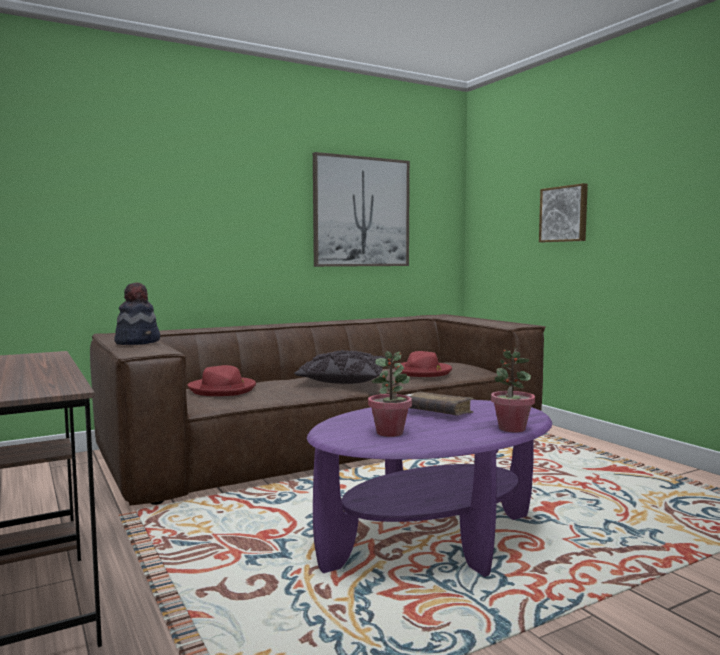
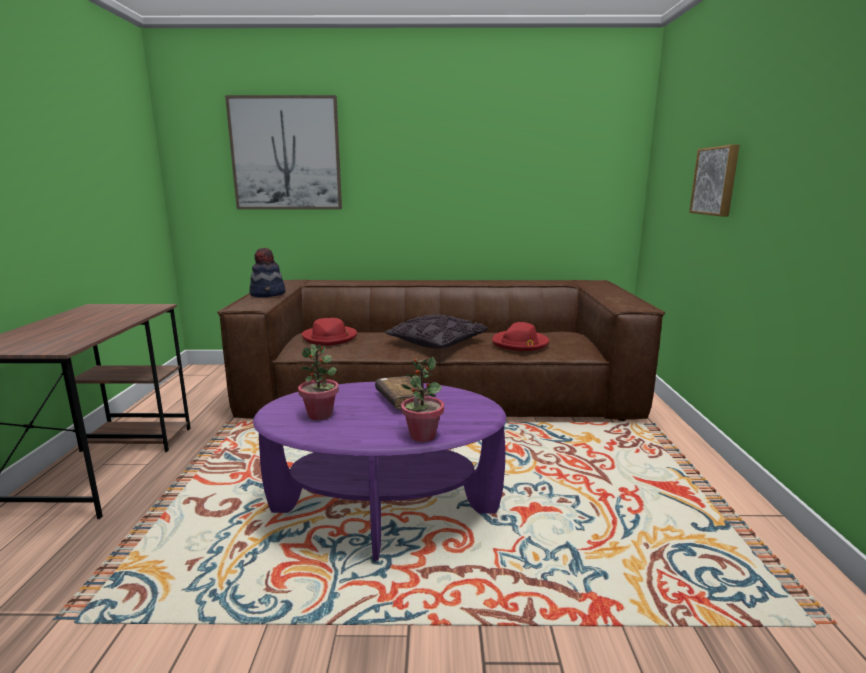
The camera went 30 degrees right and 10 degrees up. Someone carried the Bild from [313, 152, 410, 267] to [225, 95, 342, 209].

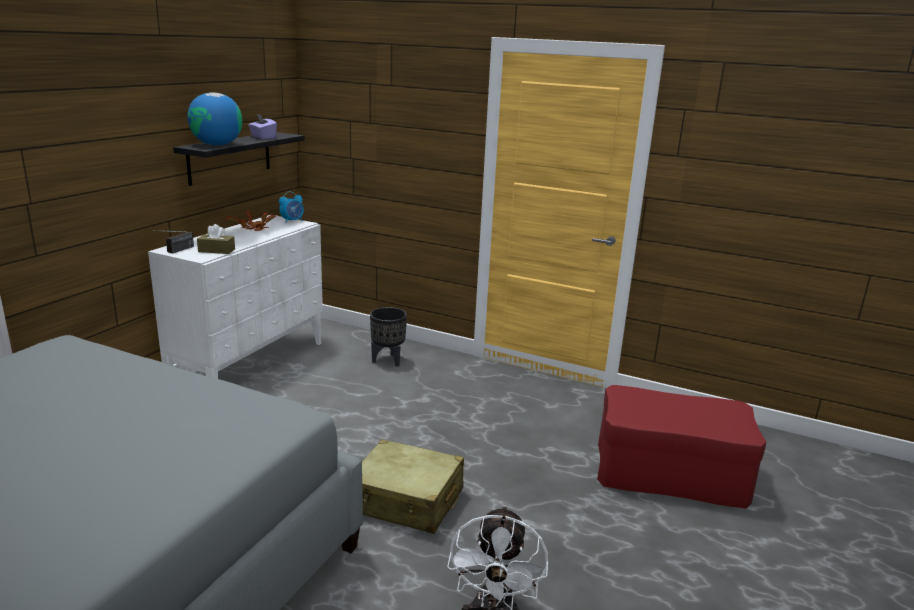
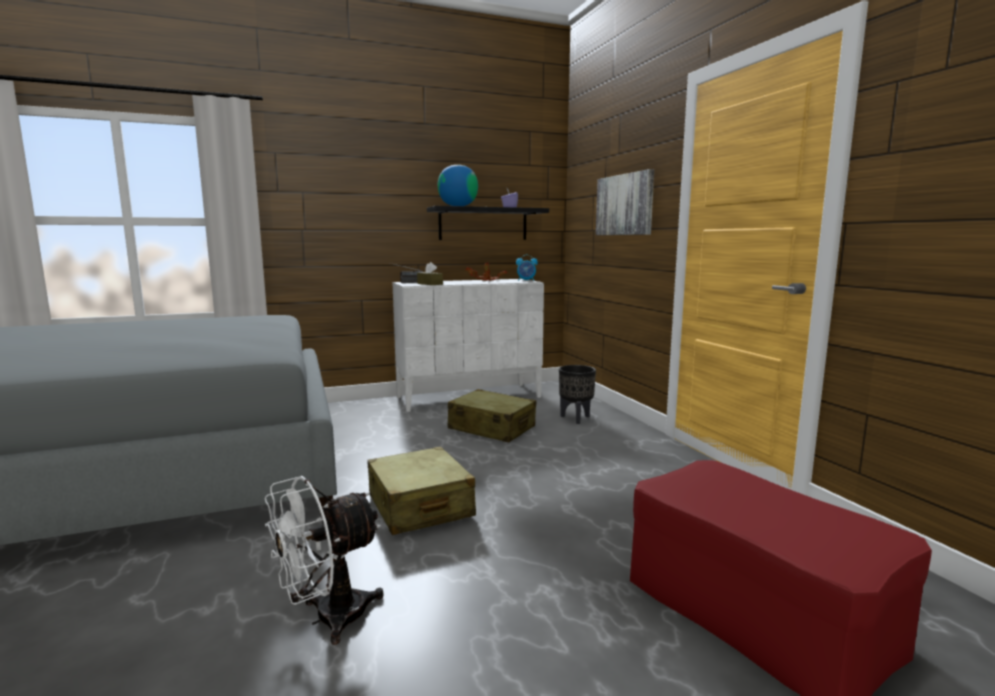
The camera went 45 degrees right and 10 degrees down. Someone put up the Bild at [596, 169, 654, 235]. Someone put down the Koffer (beige) at [448, 389, 536, 442].

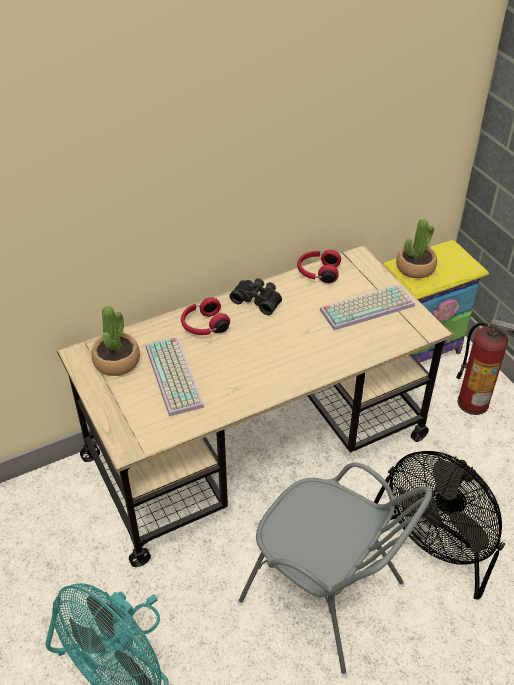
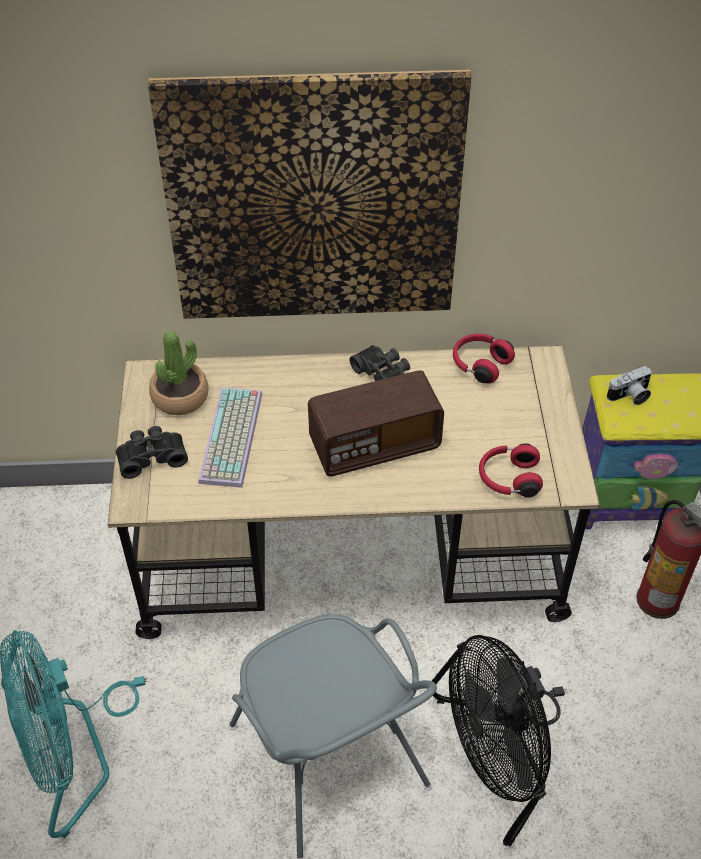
The camera went 25 degrees right and 5 degrees up. Someone swapped the Topfpflanze at [396, 219, 437, 278] for the Kamera at [607, 366, 652, 405]. Someone took away the Tastatur at [320, 284, 415, 330]. Someone carried the Kopfhörer (rot) from [181, 298, 230, 335] to [479, 443, 543, 498]. Someone put up the Bild at [148, 70, 471, 319]. Someone put down the Radio at [308, 370, 444, 477]. Someone put down the Fernglas (schwarz) at [116, 426, 188, 479].

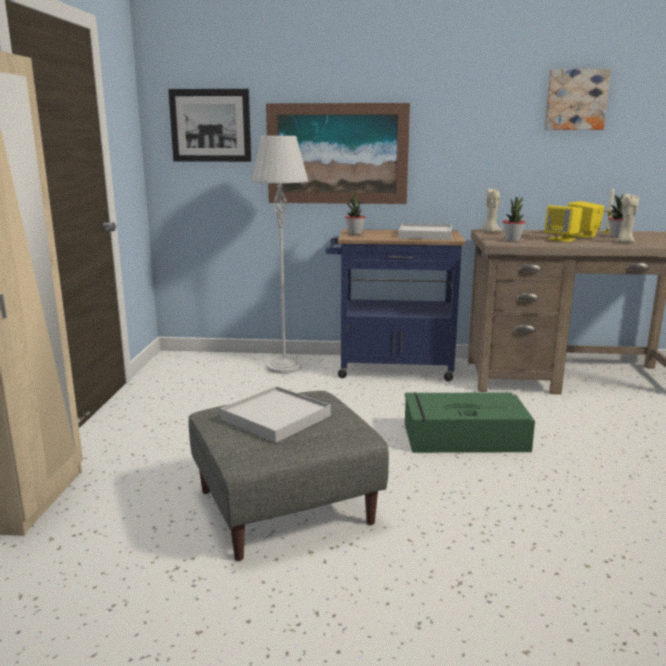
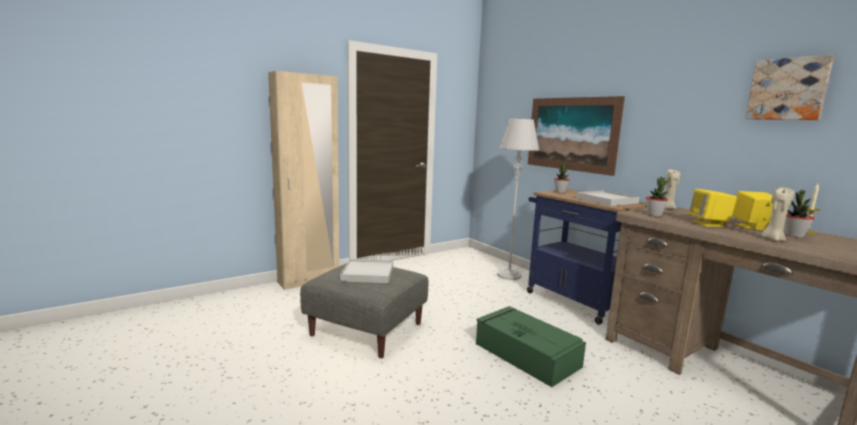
The camera went 50 degrees right and 5 degrees down. Someone took away the Bild at [168, 89, 251, 162].

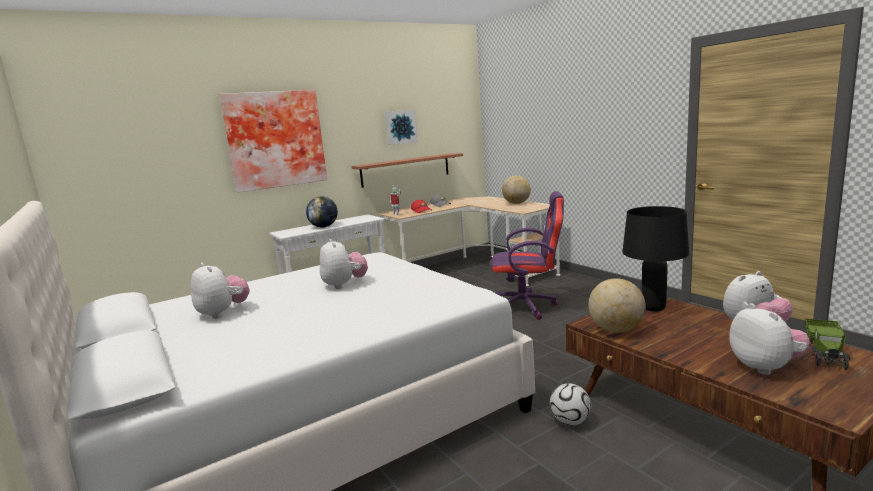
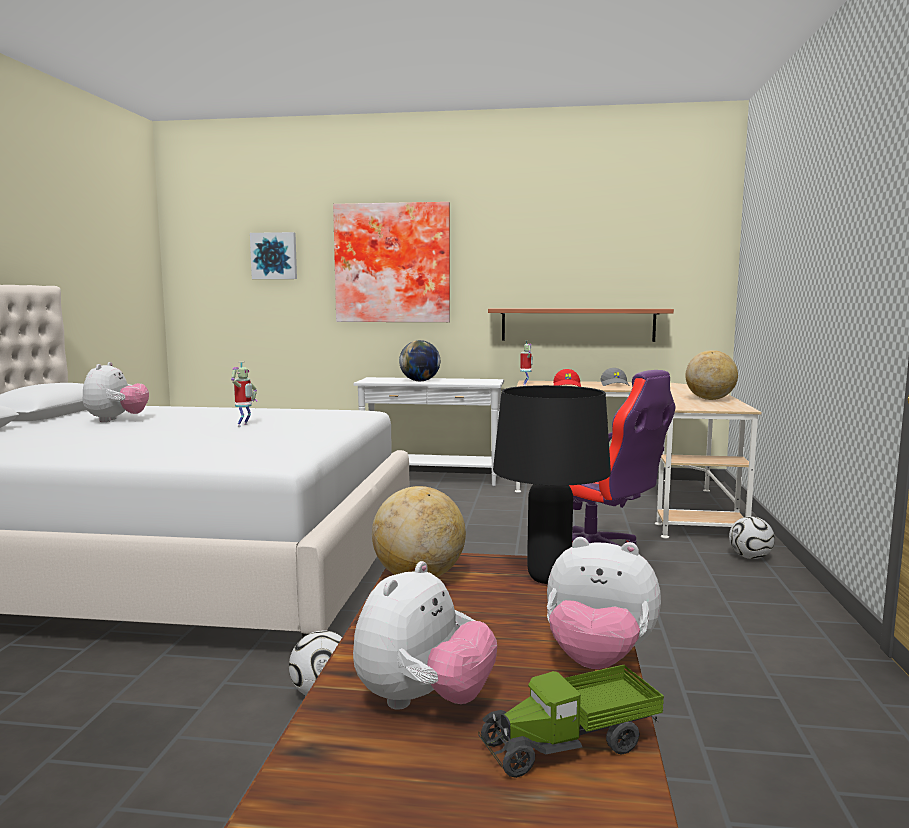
The camera went 40 degrees right and 5 degrees down. Someone carried the Bild from [385, 110, 418, 145] to [250, 232, 297, 279]. Someone swapped the Plüschtier at [320, 238, 368, 289] for the Spielzeugroboter at [231, 362, 257, 427]. Someone put down the Fußball at [729, 516, 775, 559].

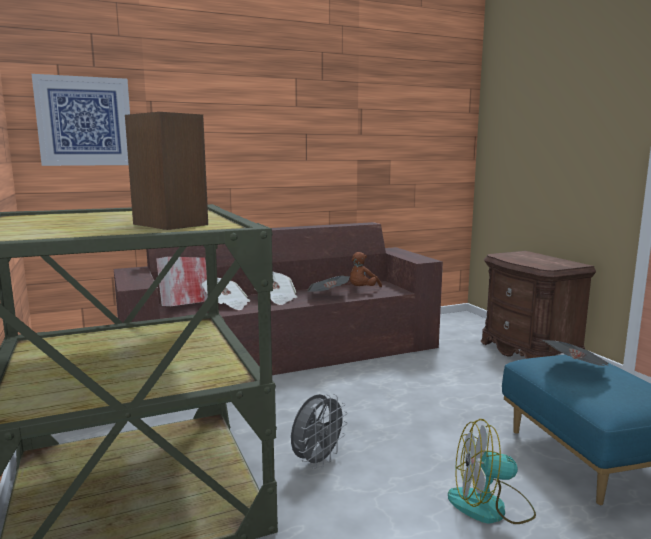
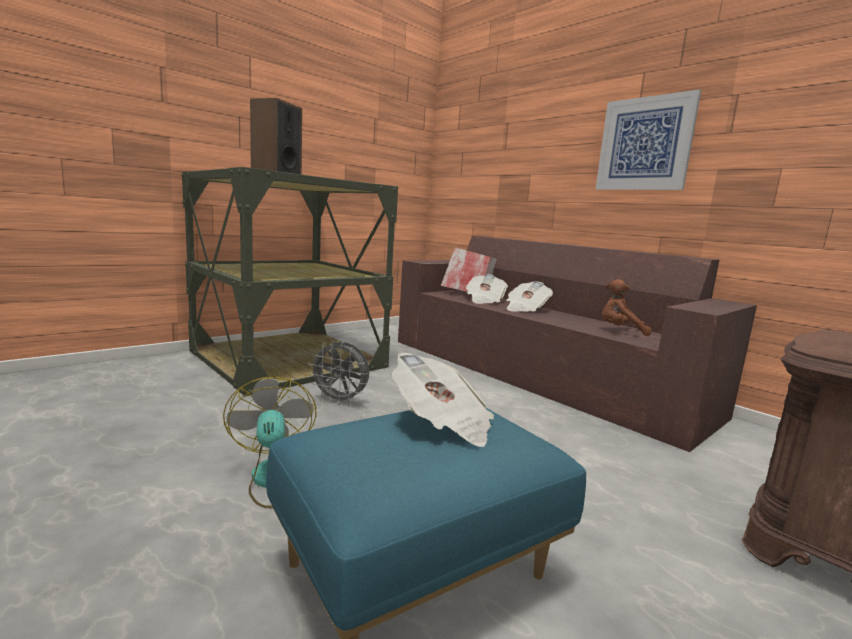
The camera went 70 degrees right and 0 degrees up. Someone carried the Bild from [32, 74, 130, 166] to [596, 89, 701, 190]. Someone took away the Zeitung at [307, 275, 350, 292].

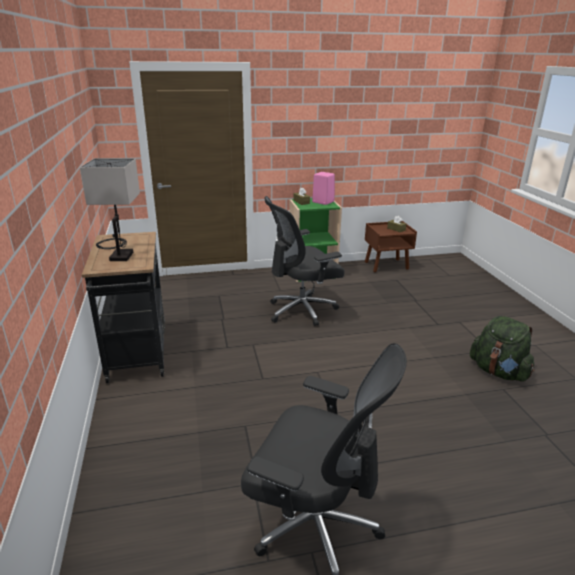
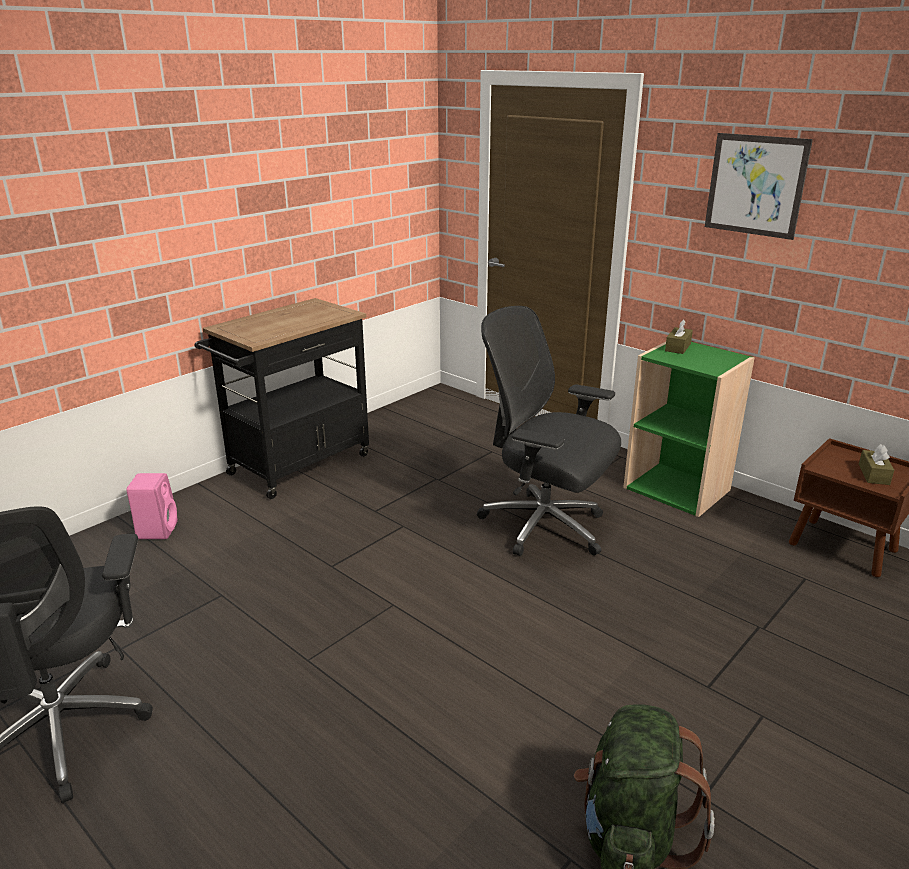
The camera went 55 degrees right and 0 degrees up. Someone took away the Tischlampe at [80, 158, 140, 261]. Someone carried the Lautsprecher (rosa) from [312, 172, 335, 205] to [126, 473, 178, 539]. Someone put up the Bild at [705, 133, 813, 240].

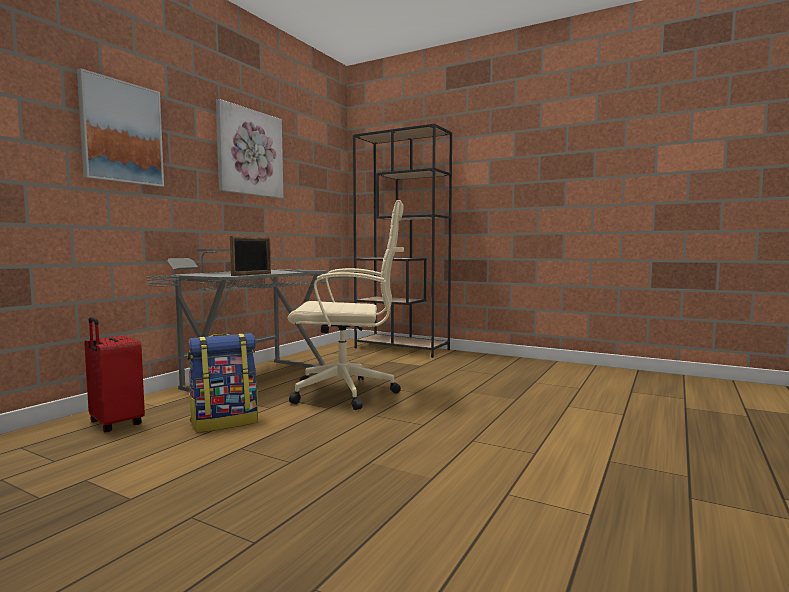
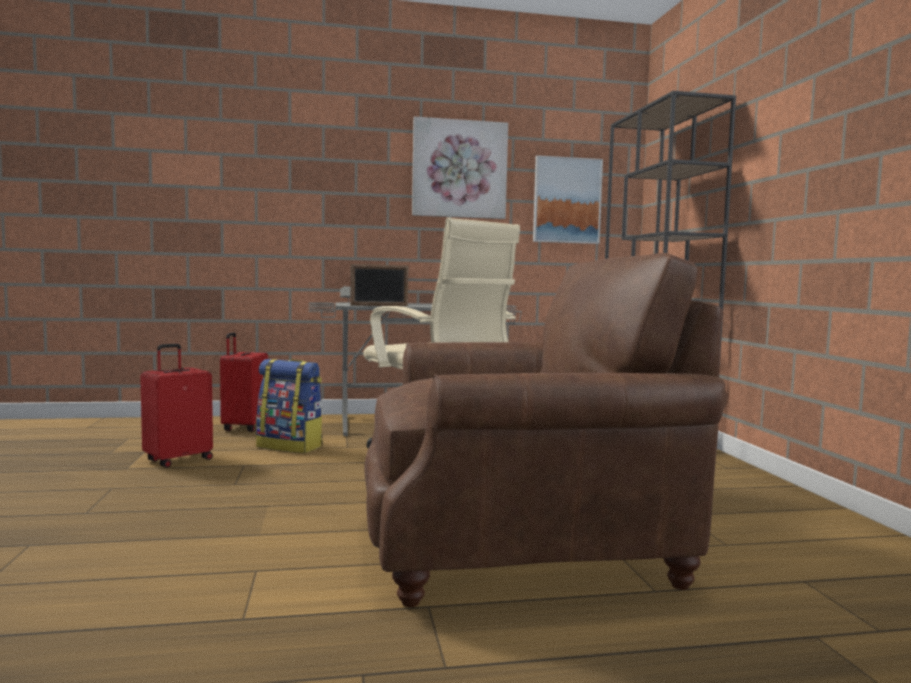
The camera went 50 degrees right and 0 degrees up. Someone carried the Bild from [77, 68, 164, 187] to [533, 155, 603, 244]. Someone put down the Sessel (braun) at [364, 253, 727, 607]. Someone put down the Koffer (rot) at [140, 344, 213, 468].

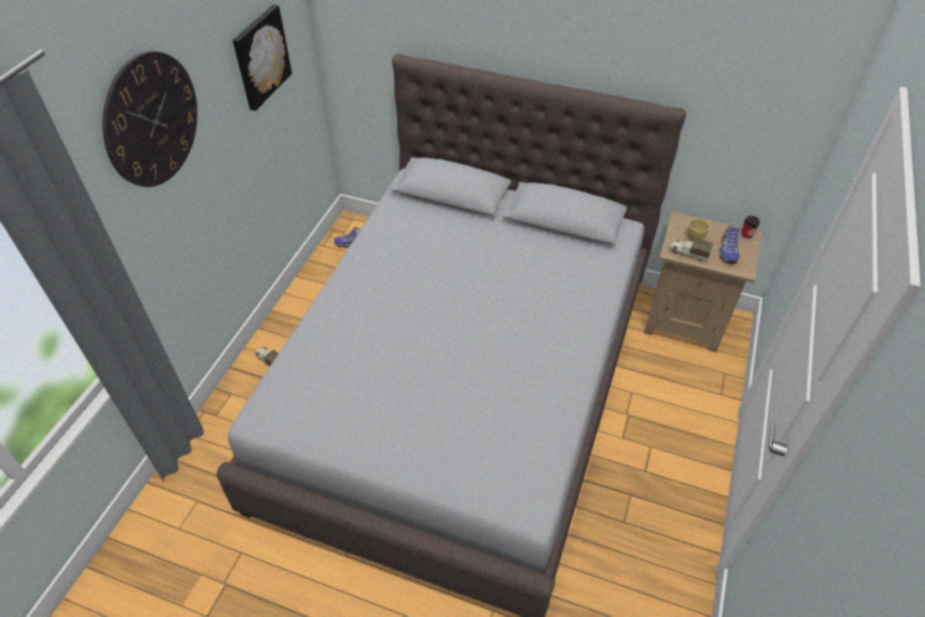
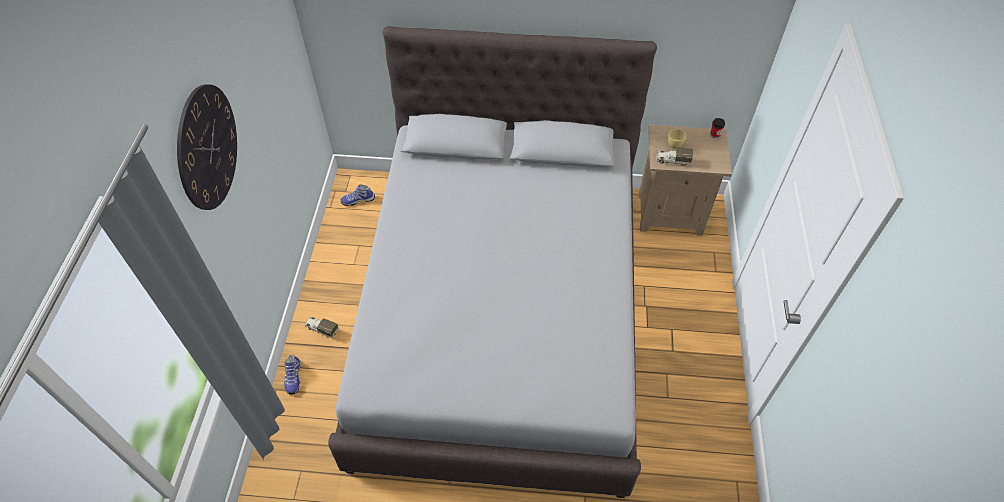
The camera went 15 degrees left and 5 degrees up. Someone took away the Bild at [233, 4, 292, 111]. Someone carried the Schuh from [719, 223, 741, 264] to [284, 354, 301, 395].

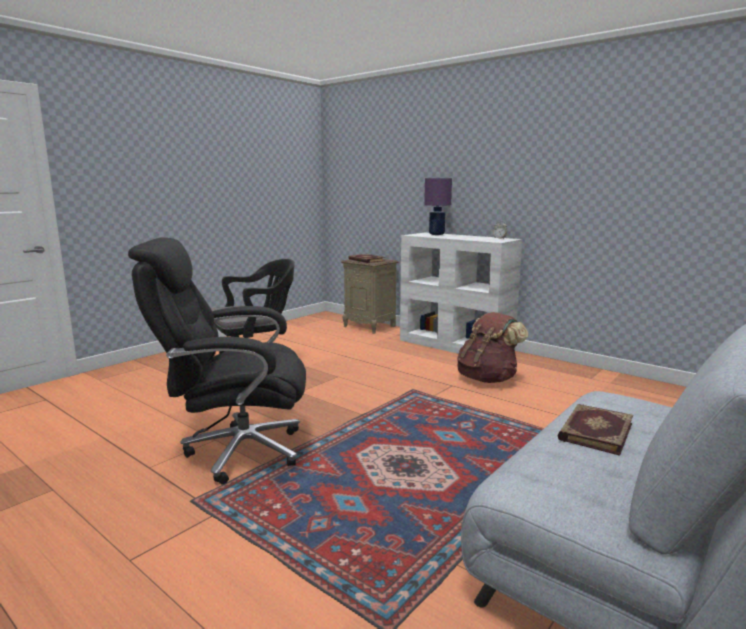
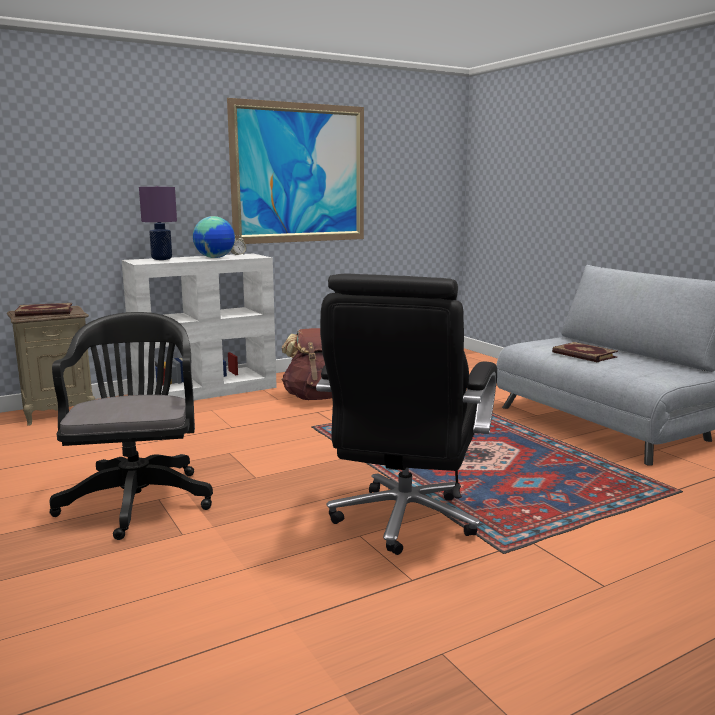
The camera went 70 degrees left and 0 degrees up. Someone put up the Bild at [227, 98, 364, 244]. Someone put down the Globus at [193, 216, 235, 258].

